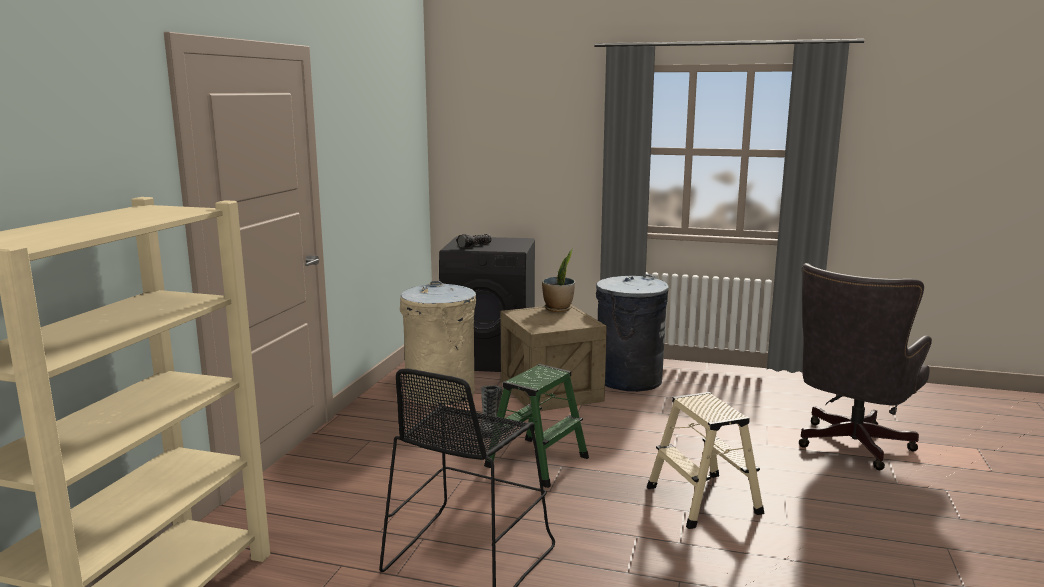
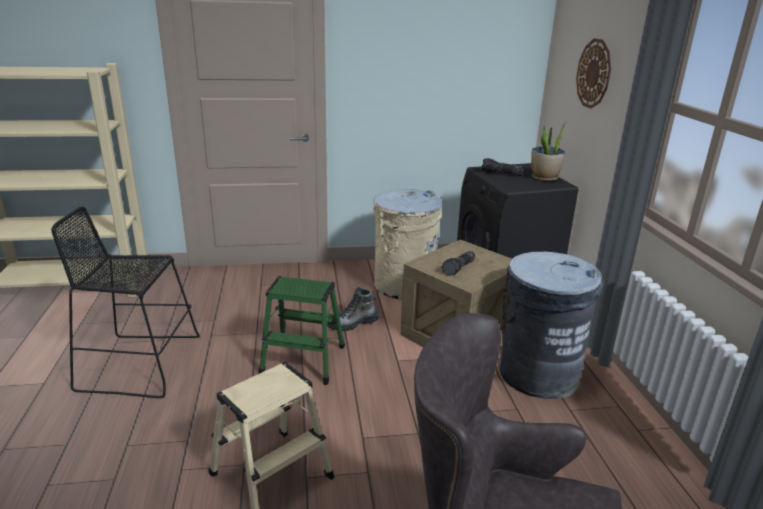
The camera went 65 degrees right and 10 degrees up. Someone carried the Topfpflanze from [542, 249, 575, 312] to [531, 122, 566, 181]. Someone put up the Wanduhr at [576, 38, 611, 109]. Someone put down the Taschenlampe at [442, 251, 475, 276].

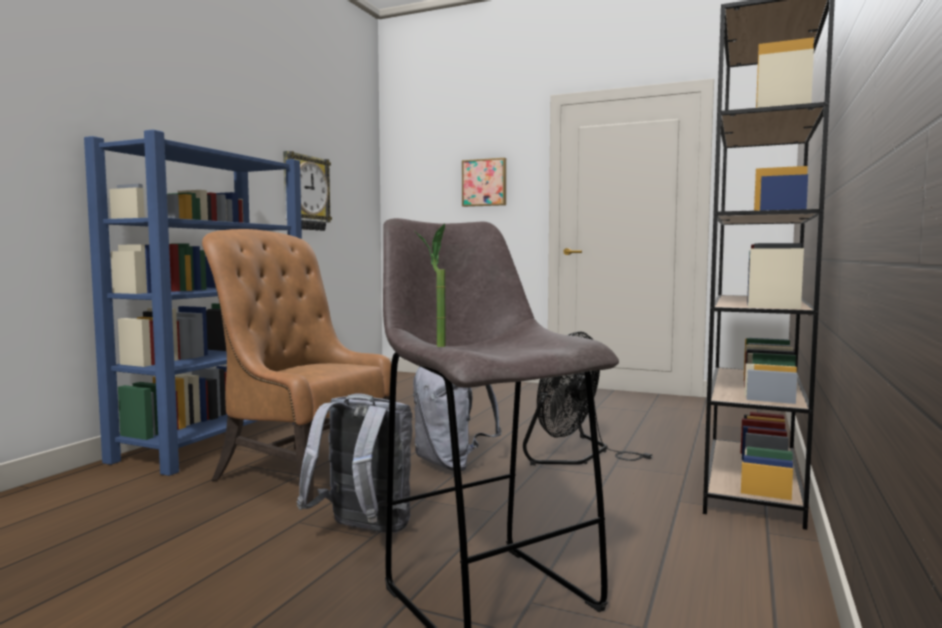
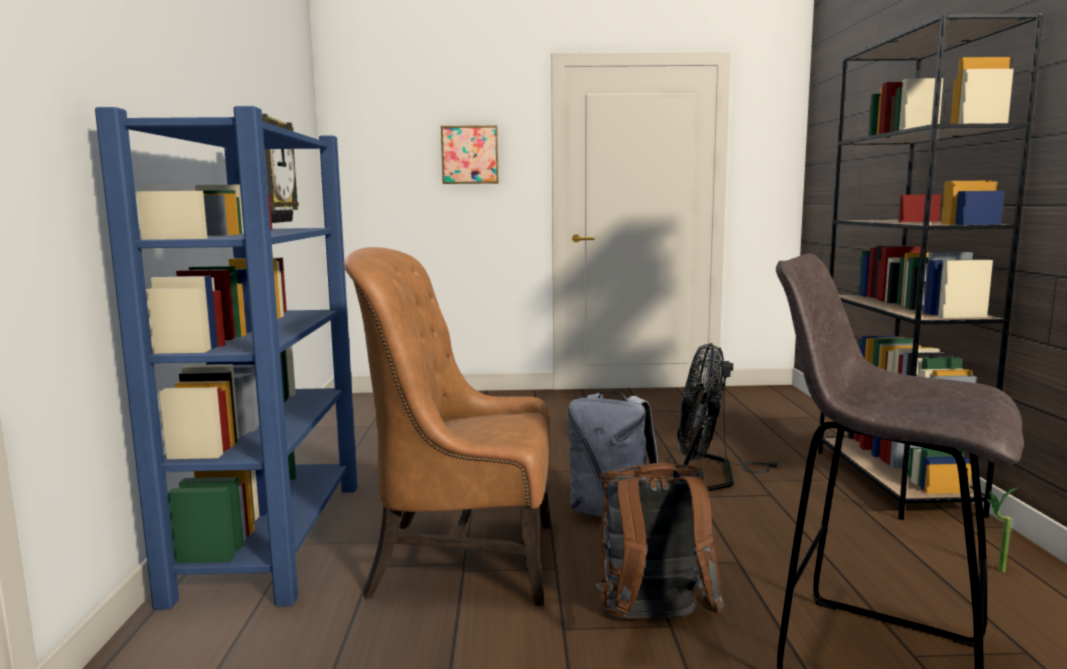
The camera went 25 degrees left and 5 degrees up. Someone carried the Topfpflanze from [416, 223, 446, 347] to [987, 487, 1018, 572]. Someone repainted the Rucksack (grau) at [297, 393, 412, 533], which became the Rucksack (braun) at [595, 463, 725, 619].

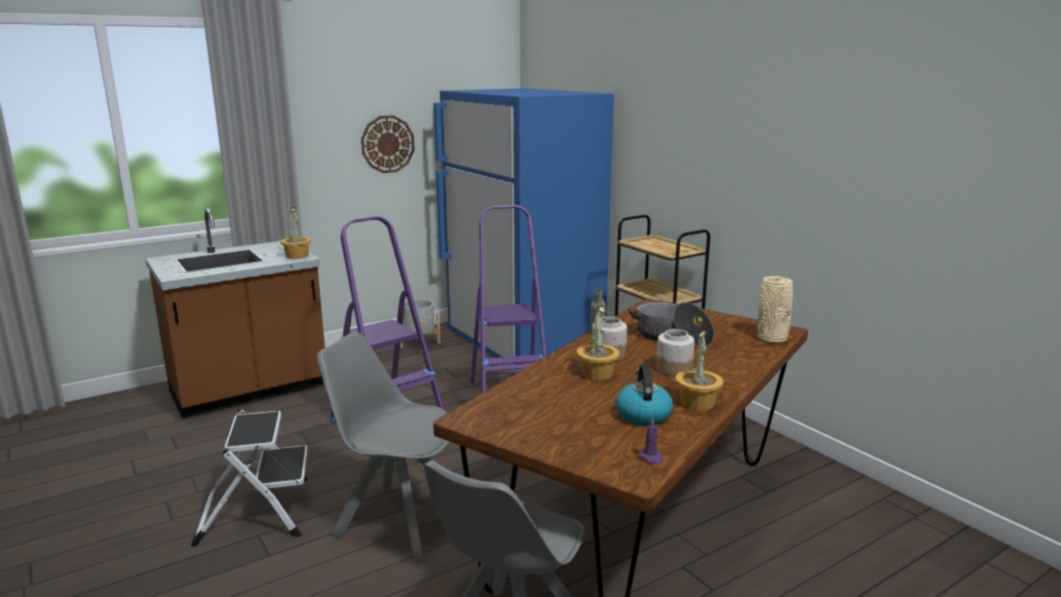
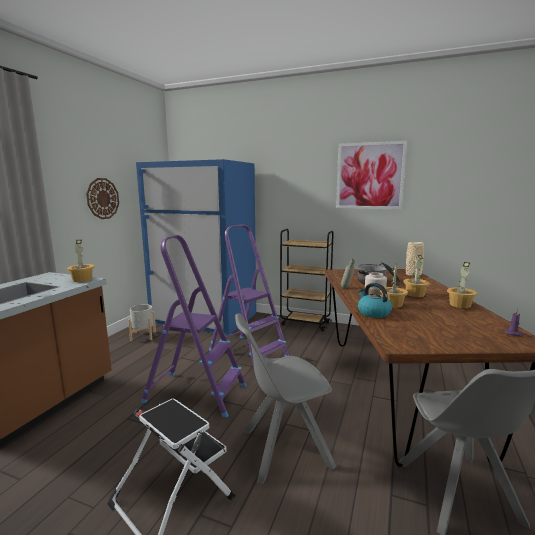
The camera went 35 degrees left and 5 degrees down. Someone swapped the Vorratsglas at [656, 329, 695, 376] for the Topfpflanze at [404, 255, 430, 297]. Someone carried the Wasserkessel from [616, 364, 673, 426] to [358, 283, 392, 318]. Someone put up the Bild at [336, 141, 407, 210].

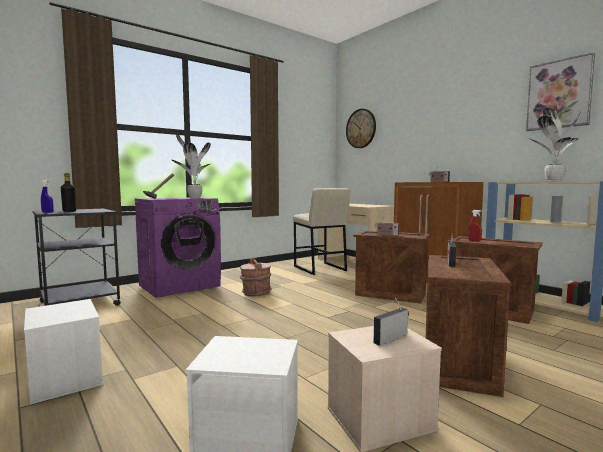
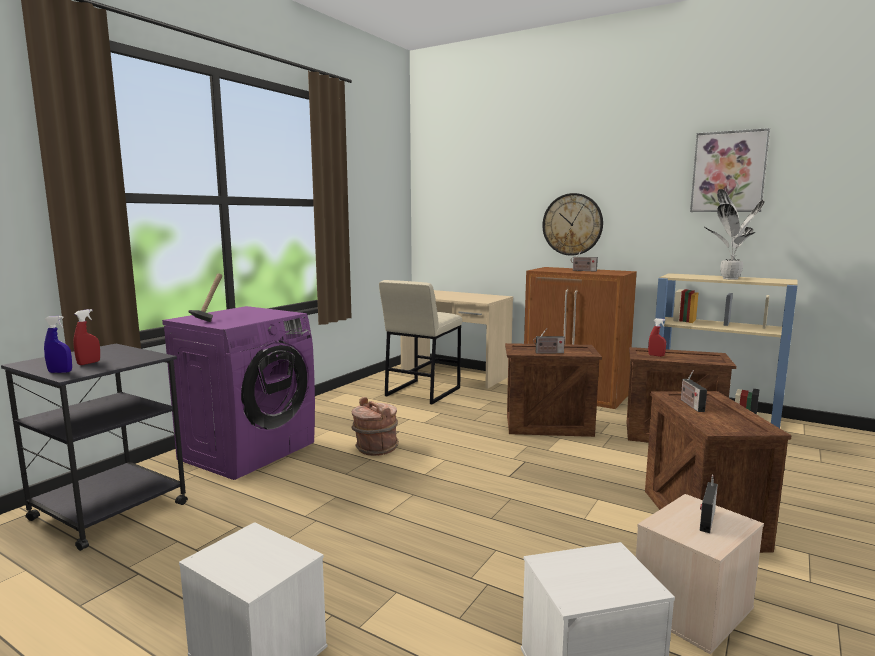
The camera went 20 degrees left and 5 degrees up. Someone carried the Wanduhr from [346, 109, 376, 148] to [542, 193, 603, 256]. Someone took away the Topfpflanze at [172, 134, 211, 198]. Someone swapped the Flasche (schwarz) at [61, 173, 76, 212] for the Sprühflasche (rot) at [73, 309, 100, 365]. Someone rotated the Stuhl (beige) at [293, 188, 351, 275] by 75 degrees clockwise.

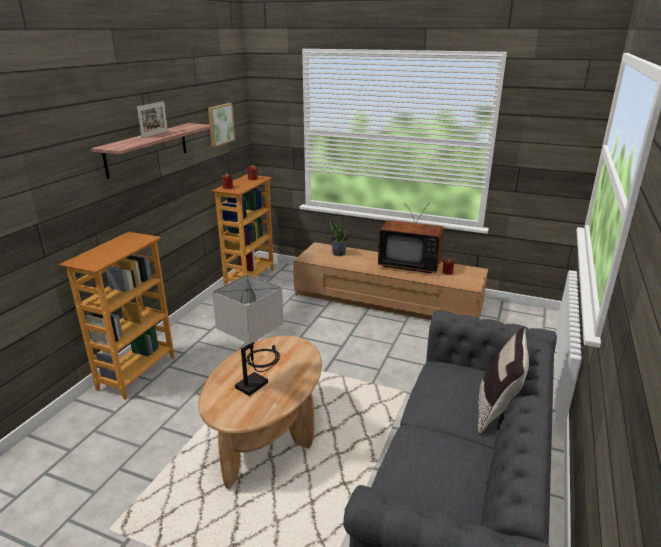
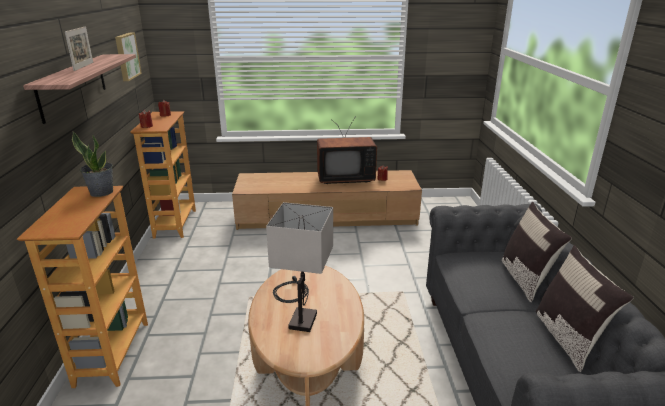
The camera went 25 degrees left and 0 degrees up. Someone carried the Topfpflanze from [330, 217, 348, 256] to [72, 131, 113, 197]. Someone put down the Kissen at [536, 245, 634, 372].

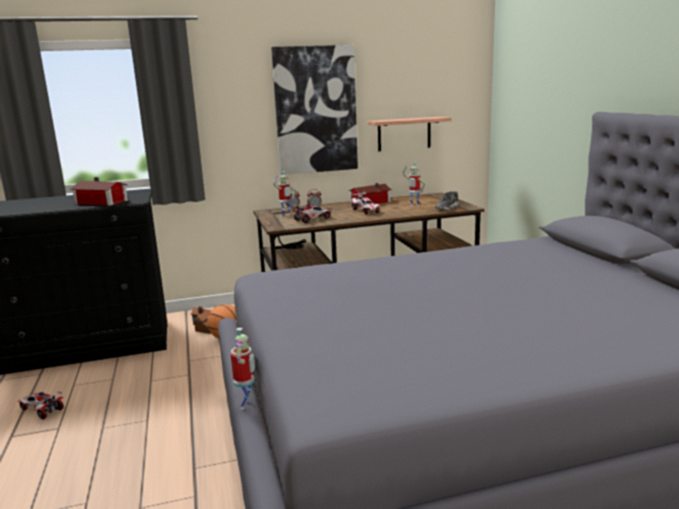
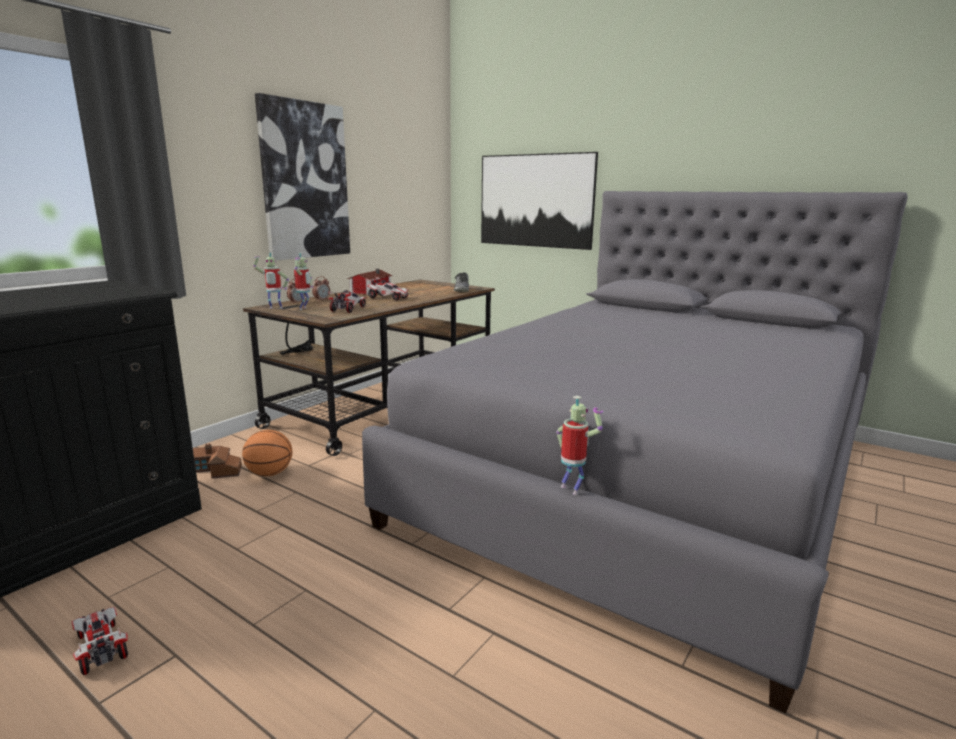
The camera went 40 degrees left and 0 degrees up. Someone took away the Wandregal at [367, 117, 452, 151]. Someone carried the Spielzeugroboter from [402, 163, 425, 206] to [253, 252, 289, 309]. Someone took away the Spielzeughaus at [70, 177, 128, 206]. Someone rotated the Spielzeugauto at [17, 392, 64, 419] by 60 degrees clockwise. Someone put up the Bild at [481, 152, 598, 250].

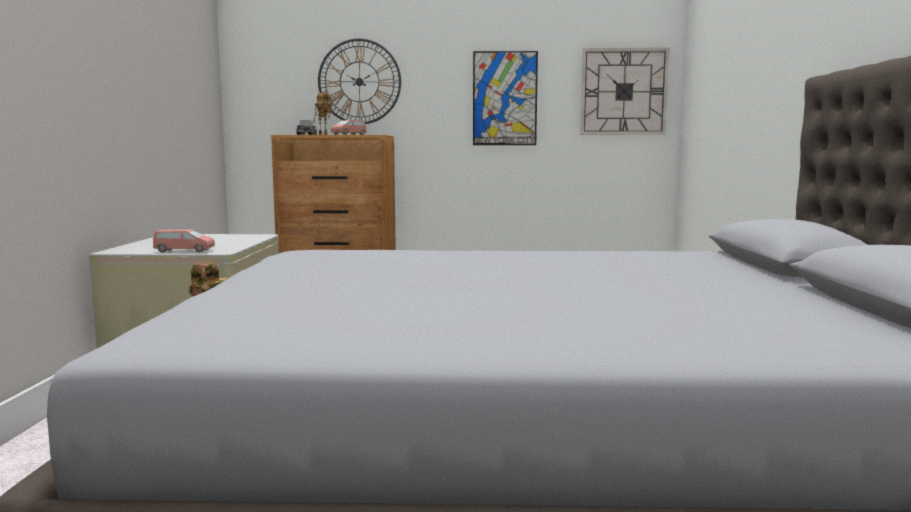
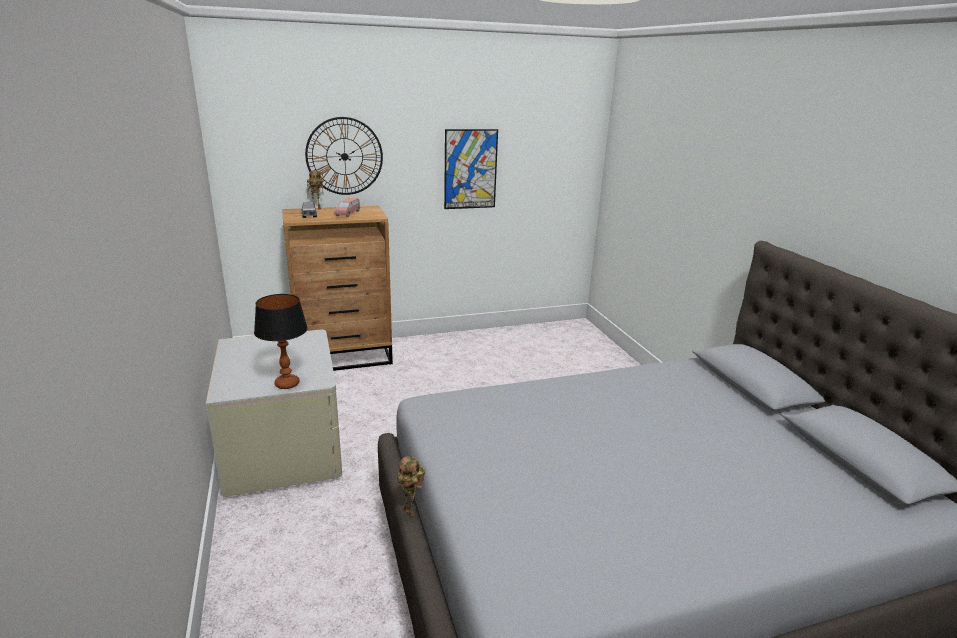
The camera went 20 degrees left and 15 degrees up. Someone took away the Wanduhr at [580, 48, 669, 135]. Someone swapped the Spielzeugauto (rosa) at [153, 229, 215, 252] for the Tischlampe at [254, 294, 308, 389].

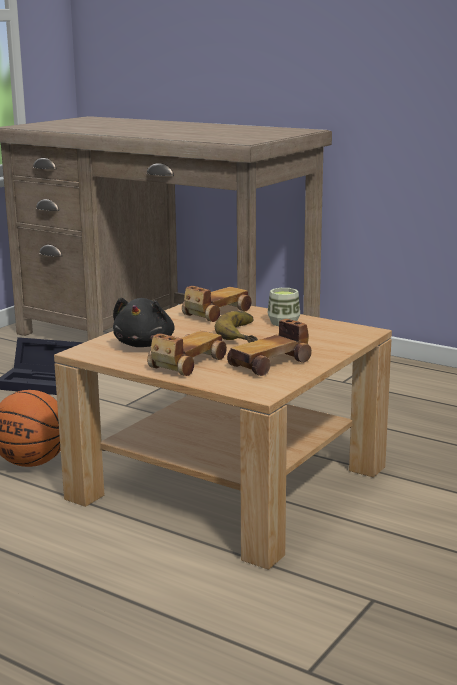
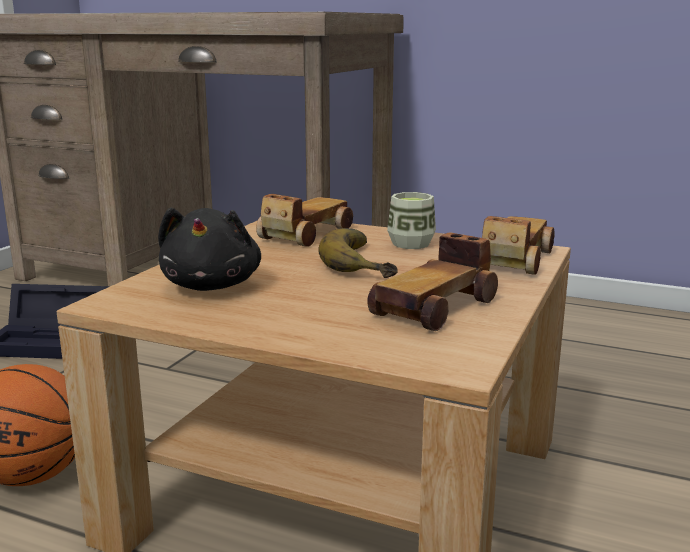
The camera went 10 degrees left and 0 degrees up. Someone carried the Spielzeugauto from [147, 331, 227, 376] to [482, 216, 555, 275].

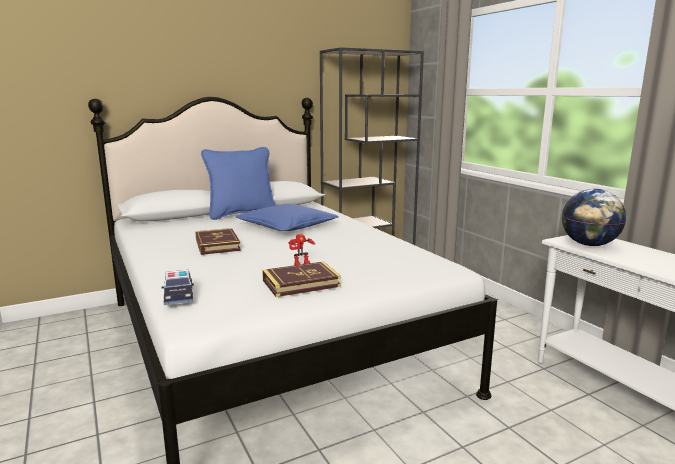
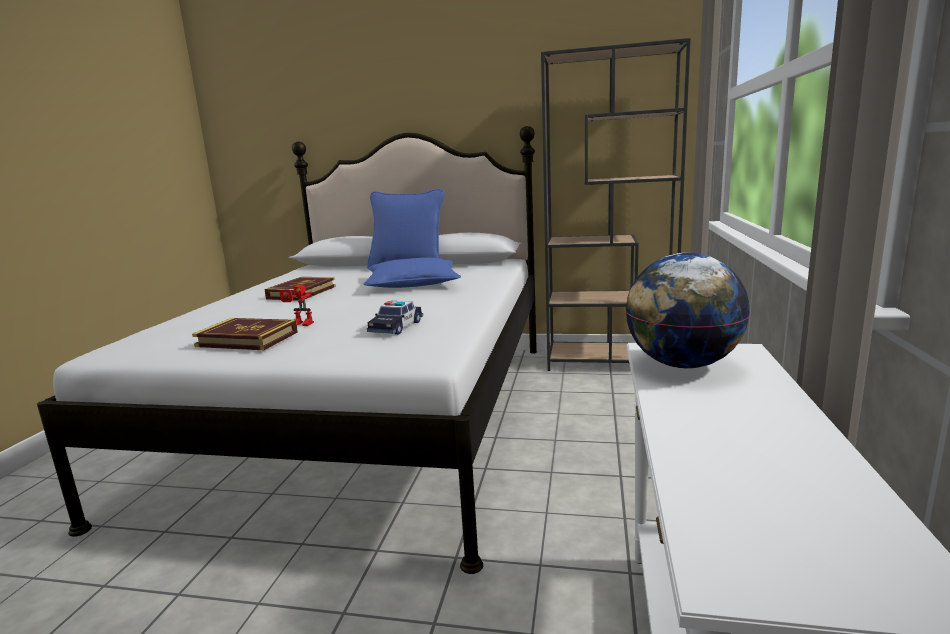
The camera went 40 degrees right and 0 degrees up. Someone carried the Spielzeugauto from [162, 270, 194, 305] to [367, 301, 423, 334].

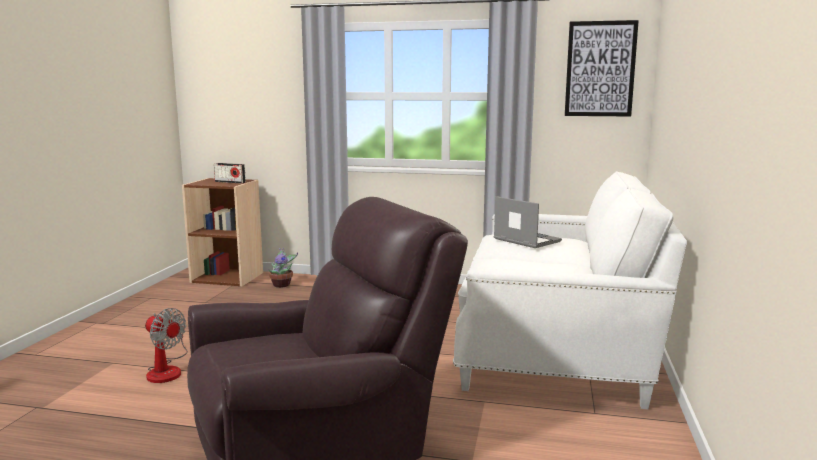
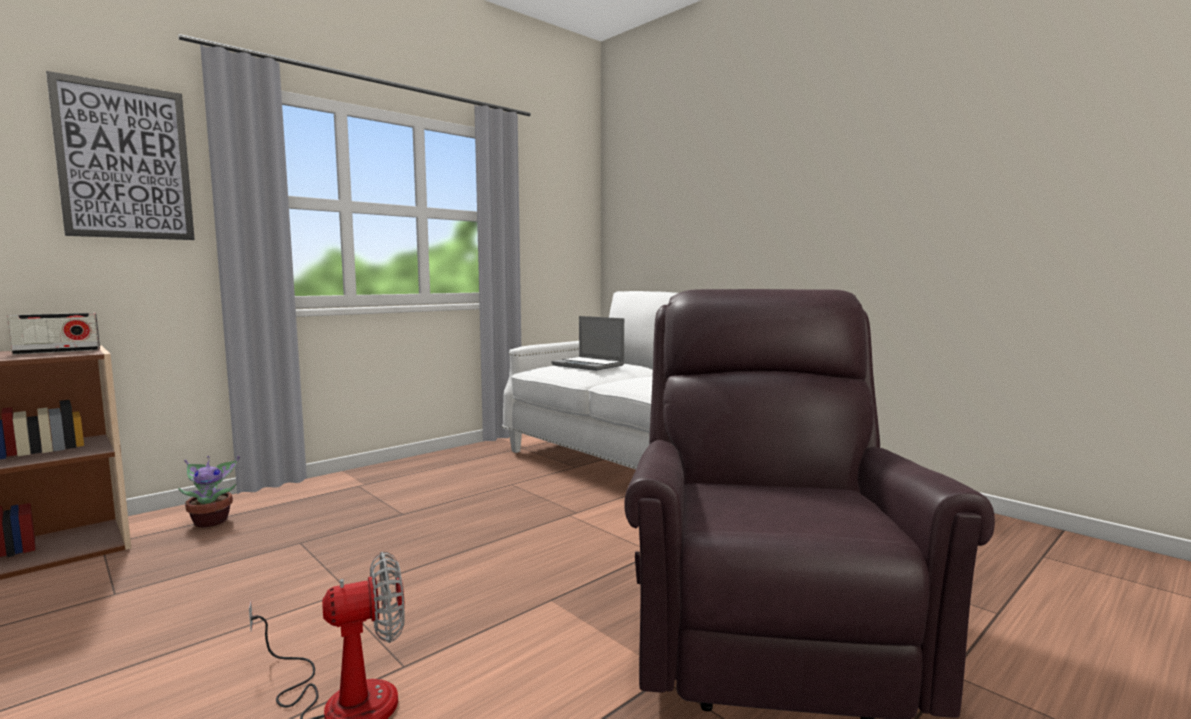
The camera went 55 degrees left and 5 degrees down. Someone carried the Bild from [565, 20, 639, 117] to [46, 71, 195, 240]. Someone rotated the Laptop at [494, 196, 562, 248] by 135 degrees counterclockwise.

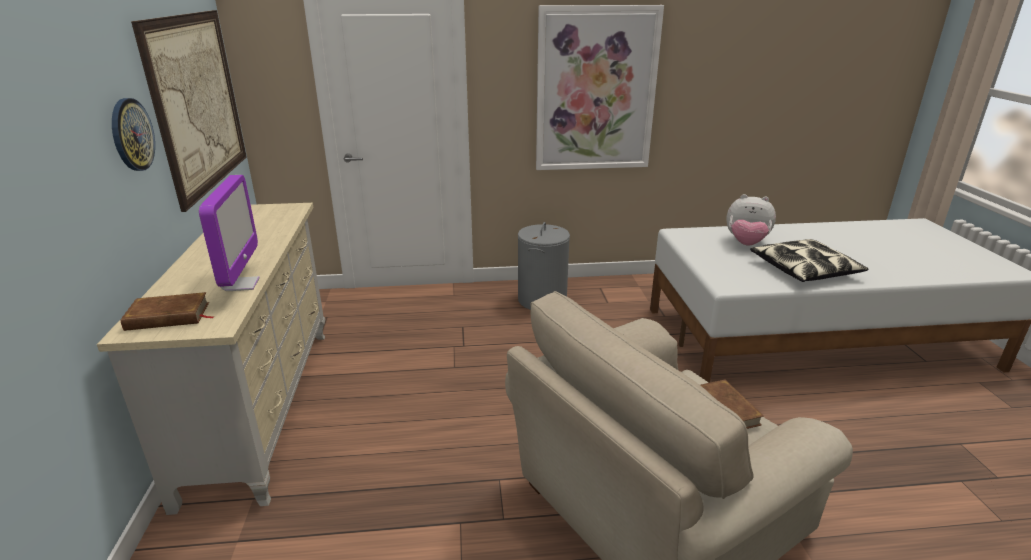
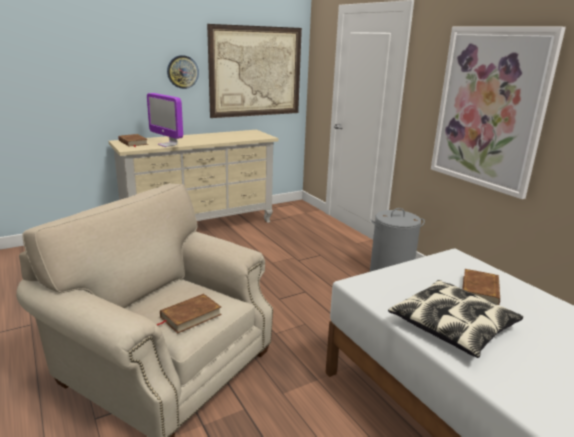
The camera went 65 degrees right and 5 degrees down. Someone rotated the Monitor at [199, 175, 260, 291] by 75 degrees clockwise. Someone swapped the Plüschtier at [726, 194, 776, 245] for the Buch (braun) at [462, 269, 500, 305].

